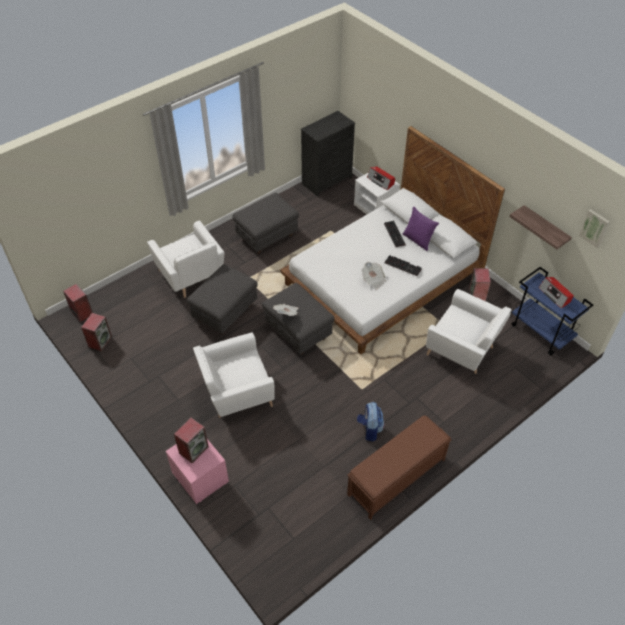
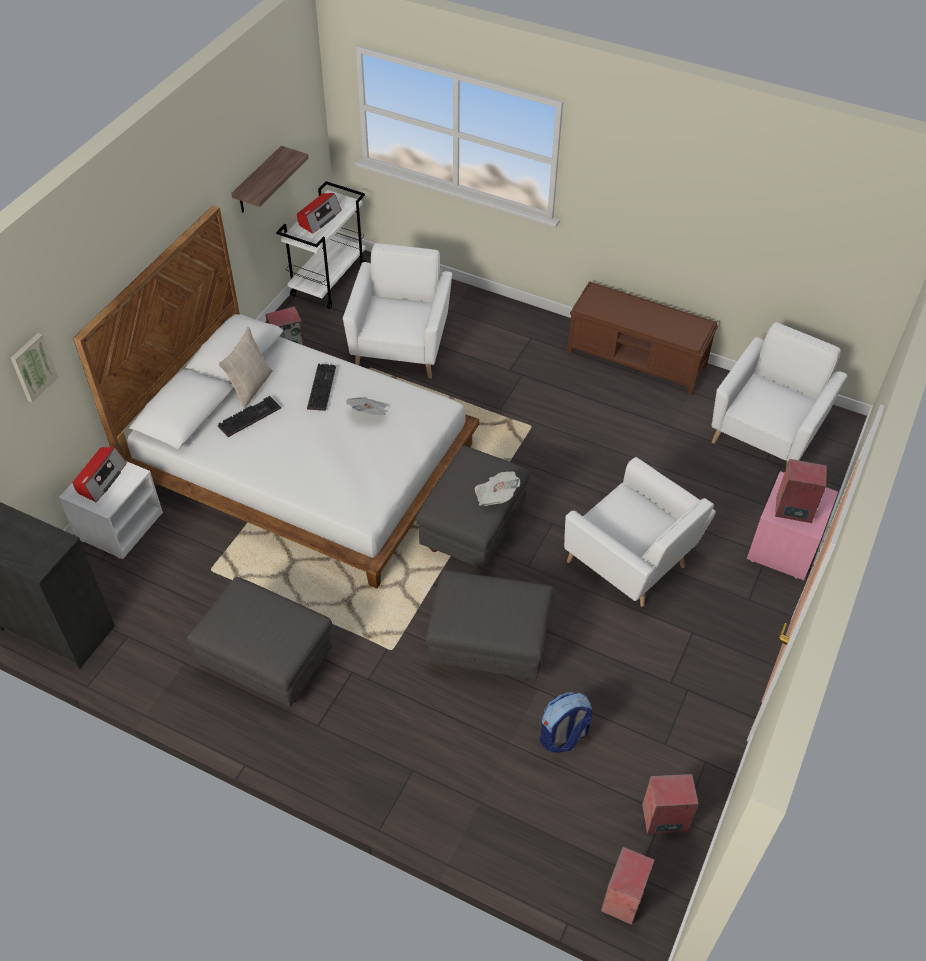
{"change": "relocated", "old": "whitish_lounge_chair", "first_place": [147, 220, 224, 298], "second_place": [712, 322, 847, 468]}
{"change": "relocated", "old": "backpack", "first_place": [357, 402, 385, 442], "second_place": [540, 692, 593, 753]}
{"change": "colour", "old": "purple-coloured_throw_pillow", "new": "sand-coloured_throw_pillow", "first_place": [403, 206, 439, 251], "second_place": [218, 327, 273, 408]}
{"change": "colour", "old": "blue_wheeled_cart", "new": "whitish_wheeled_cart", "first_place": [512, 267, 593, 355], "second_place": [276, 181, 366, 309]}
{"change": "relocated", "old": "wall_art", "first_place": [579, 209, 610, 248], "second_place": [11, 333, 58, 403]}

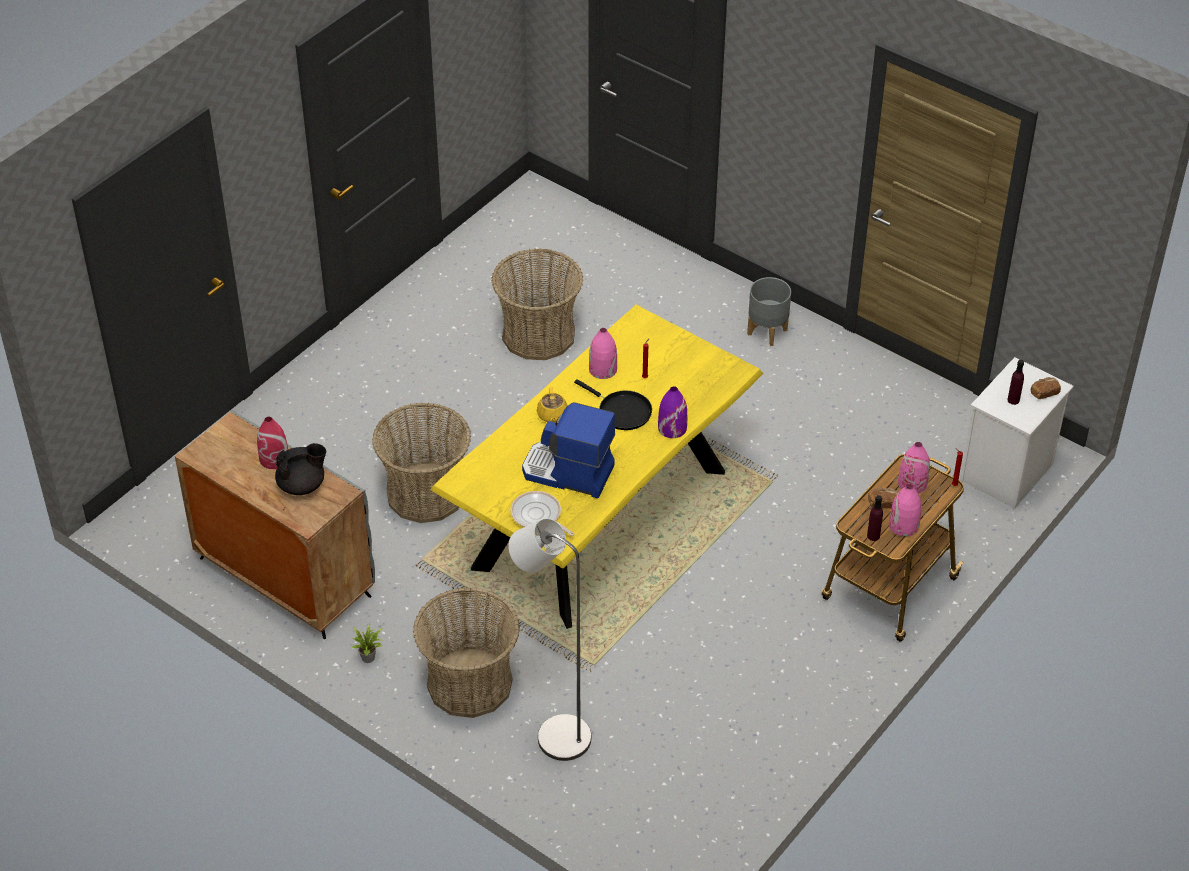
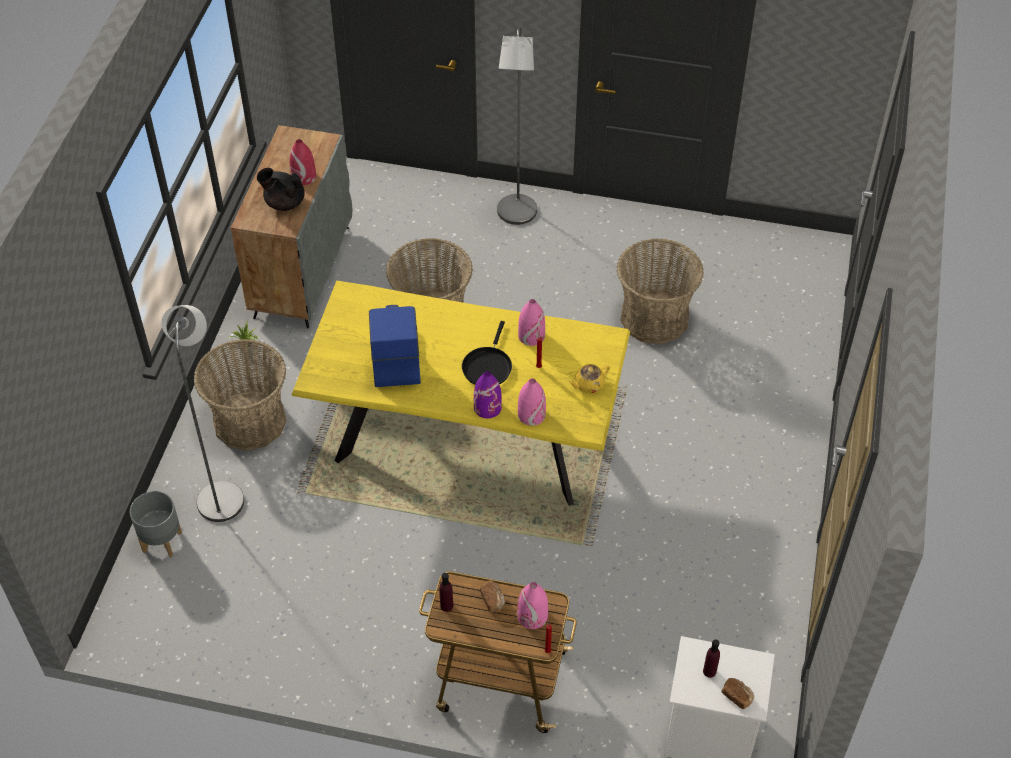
{"change": "spun", "old": "black-coloured_tea_pot", "first_place": [275, 443, 326, 495], "second_place": [257, 168, 305, 211], "degrees": 150}
{"change": "missing", "old": "skillet", "first_place": [510, 491, 574, 536]}
{"change": "relocated", "old": "yellow-coloured_tea_pot", "first_place": [537, 387, 568, 423], "second_place": [568, 364, 610, 393]}
{"change": "relocated", "old": "greyish_planter", "first_place": [747, 277, 791, 346], "second_place": [130, 491, 182, 558]}
{"change": "relocated", "old": "pinkish_decorative_vase", "first_place": [889, 484, 921, 536], "second_place": [518, 378, 546, 426]}
{"change": "appeared", "new": "greyish_floor_lamp", "second_place": [497, 27, 537, 225]}

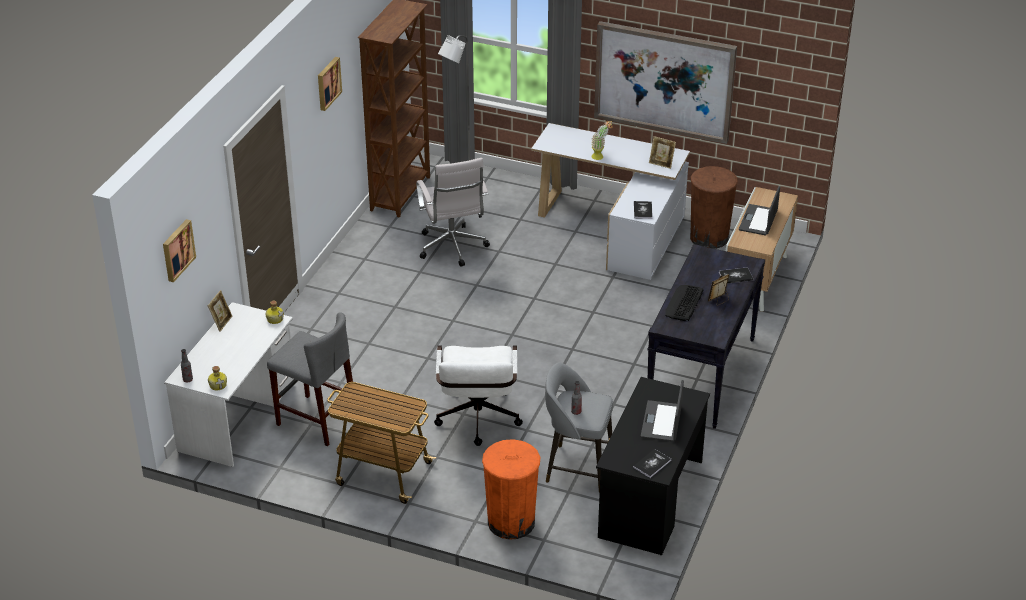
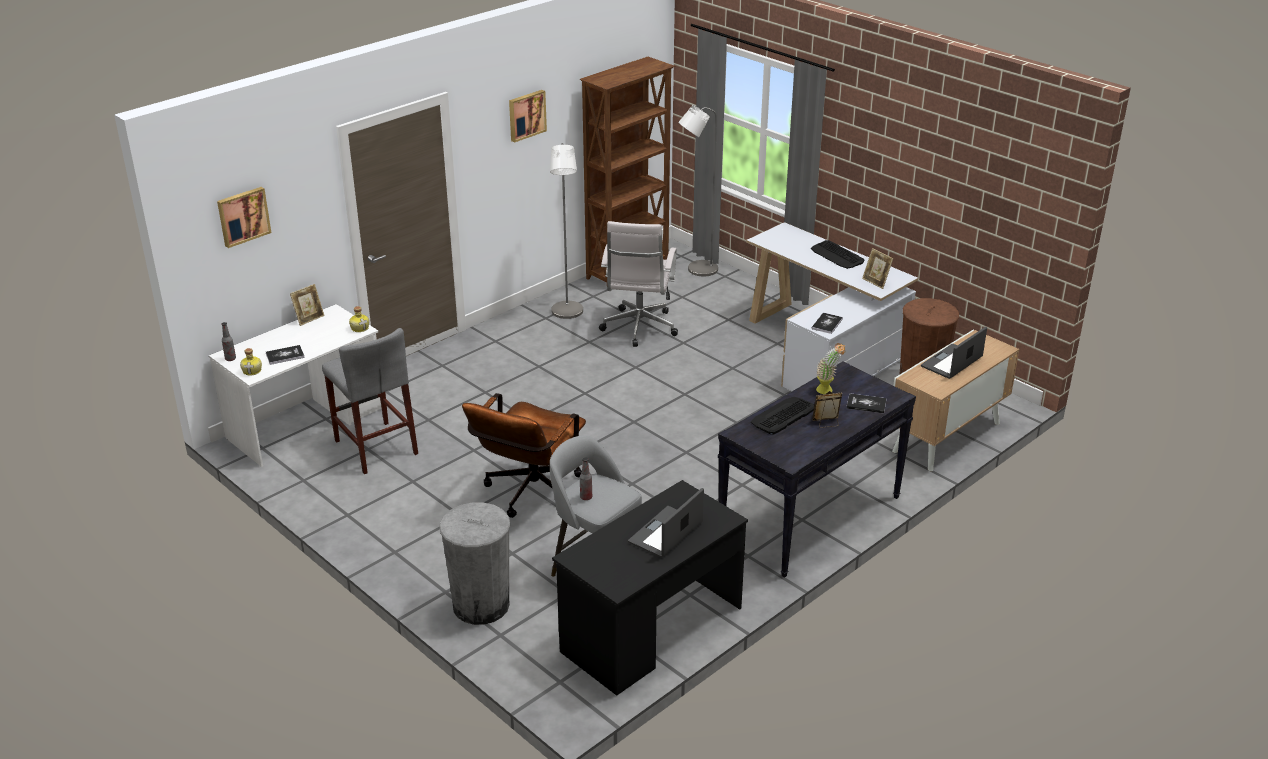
{"change": "missing", "old": "wheeled_cart", "first_place": [327, 382, 436, 504]}
{"change": "colour", "old": "whitish_office_chair", "new": "brownish_office_chair", "first_place": [434, 346, 523, 446], "second_place": [462, 393, 586, 518]}
{"change": "colour", "old": "orange_waste_bin", "new": "greyish_waste_bin", "first_place": [482, 439, 540, 540], "second_place": [439, 502, 510, 625]}
{"change": "relocated", "old": "plant_in_a_pot", "first_place": [591, 121, 613, 160], "second_place": [816, 343, 846, 394]}
{"change": "missing", "old": "wall_art", "first_place": [594, 21, 737, 144]}
{"change": "relocated", "old": "volume", "first_place": [633, 449, 671, 478], "second_place": [266, 345, 305, 365]}
{"change": "appeared", "new": "greyish_floor_lamp", "second_place": [550, 143, 583, 319]}
{"change": "appeared", "new": "PC_keyboard", "second_place": [811, 240, 864, 269]}

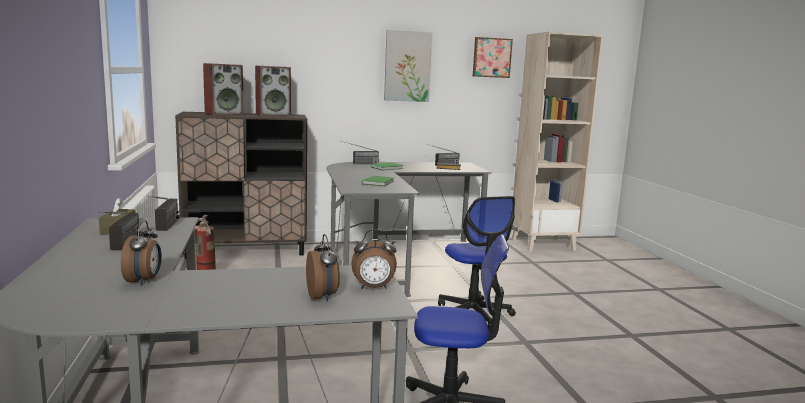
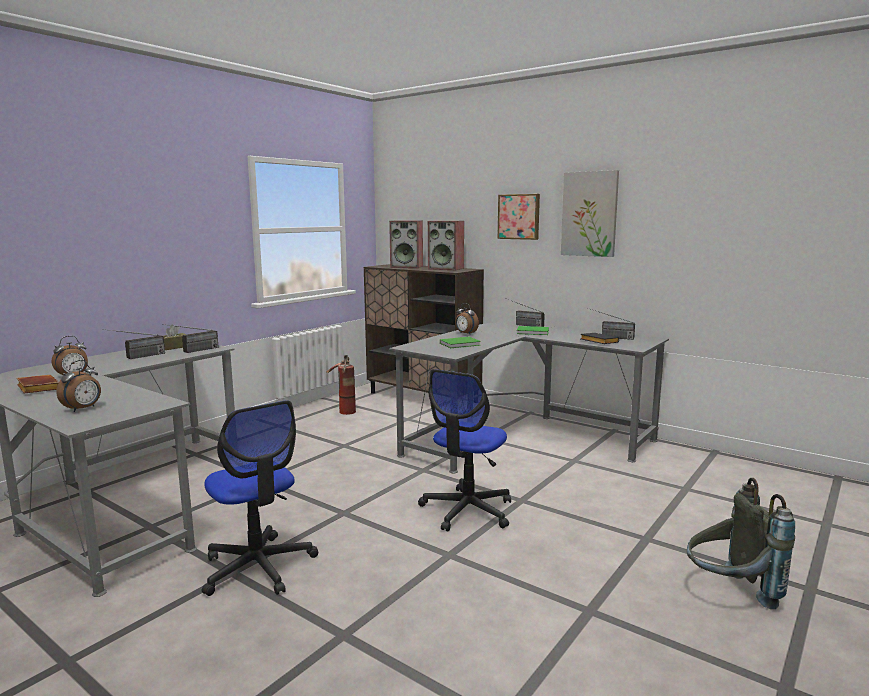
{"change": "relocated", "old": "table_clock", "first_place": [351, 229, 397, 289], "second_place": [456, 303, 479, 334]}
{"change": "relocated", "old": "wall_art", "first_place": [473, 37, 513, 78], "second_place": [497, 194, 540, 240]}
{"change": "missing", "old": "sand-coloured_shelving_unit", "first_place": [512, 31, 603, 252]}
{"change": "appeared", "new": "brownish_volume", "second_place": [17, 375, 59, 394]}
{"change": "appeared", "new": "greyish_backpack", "second_place": [687, 478, 795, 609]}

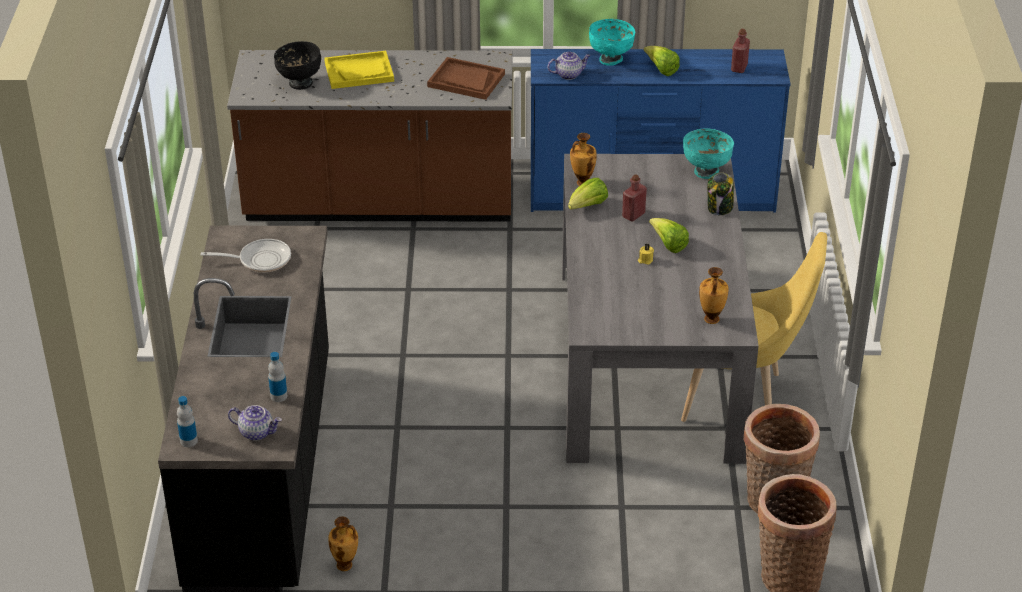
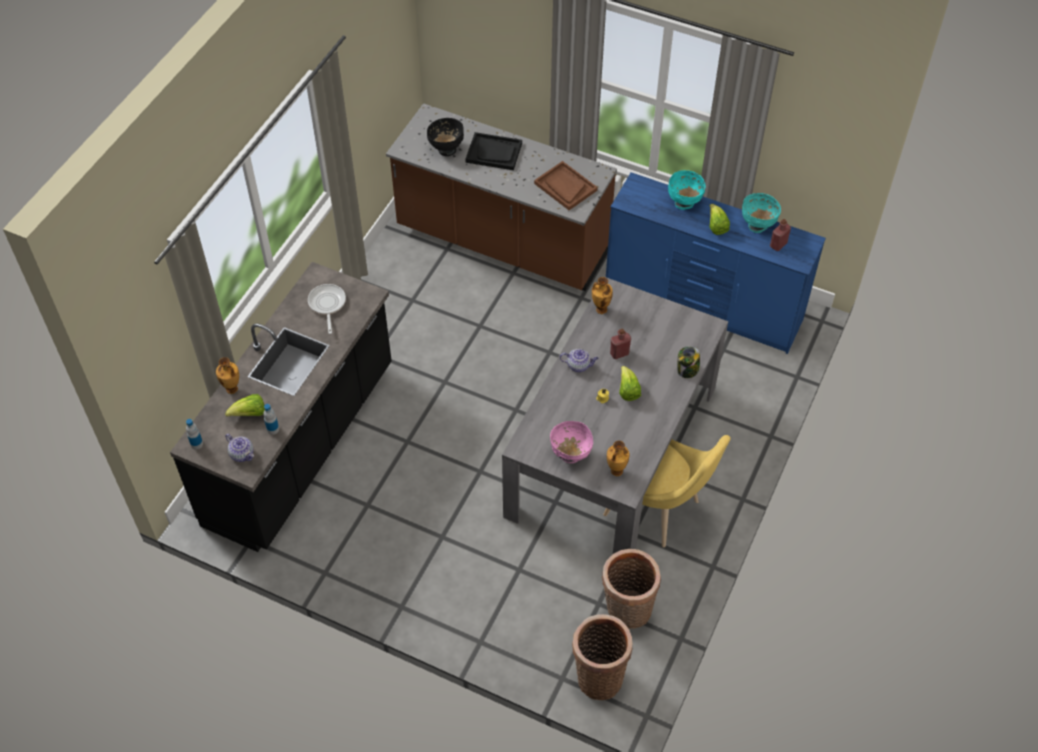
{"change": "spun", "old": "skillet", "first_place": [201, 239, 291, 273], "second_place": [308, 284, 346, 334], "degrees": -120}
{"change": "colour", "old": "yellow-coloured_carrying_tray", "new": "black-coloured_carrying_tray", "first_place": [324, 51, 394, 89], "second_place": [465, 132, 522, 170]}
{"change": "relocated", "old": "decorative_vase", "first_place": [328, 516, 358, 571], "second_place": [216, 357, 239, 394]}
{"change": "relocated", "old": "tea_pot", "first_place": [547, 52, 591, 80], "second_place": [560, 349, 599, 372]}
{"change": "relocated", "old": "head_of_lettuce", "first_place": [568, 178, 608, 210], "second_place": [225, 394, 265, 416]}
{"change": "relocated", "old": "turquoise-coloured_serving_bowl", "first_place": [683, 129, 734, 179], "second_place": [742, 193, 781, 233]}
{"change": "appeared", "new": "pinkish_serving_bowl", "second_place": [550, 421, 593, 463]}

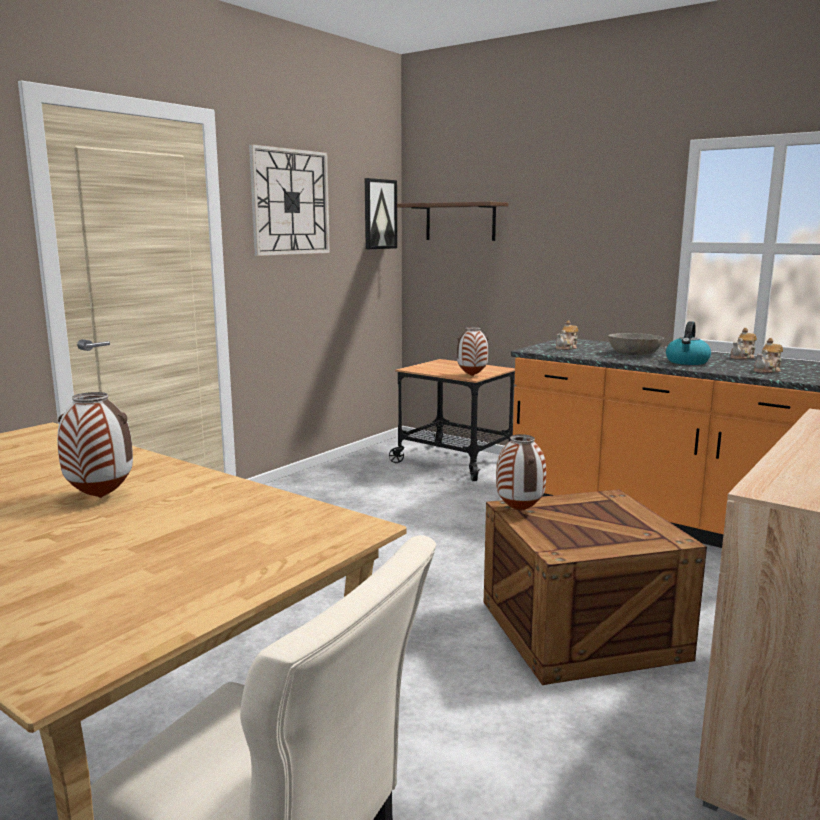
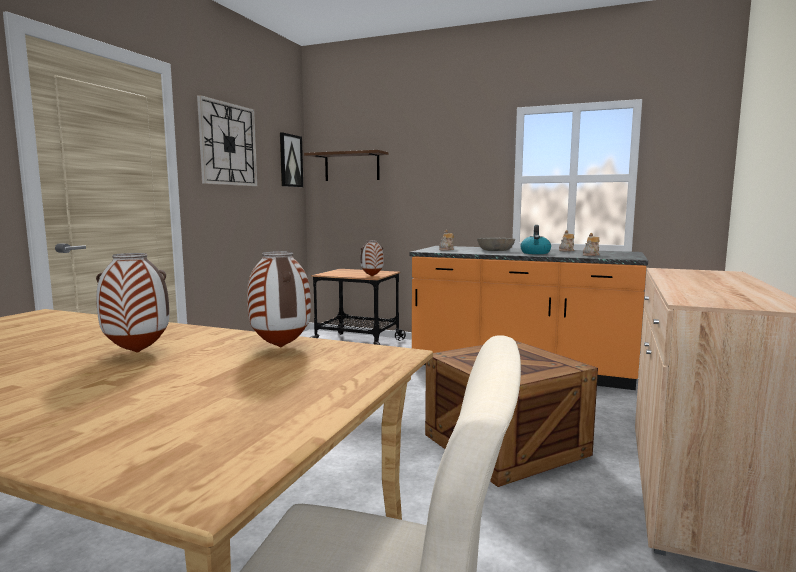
{"change": "relocated", "old": "decorative_vase", "first_place": [496, 434, 546, 511], "second_place": [247, 251, 311, 347]}

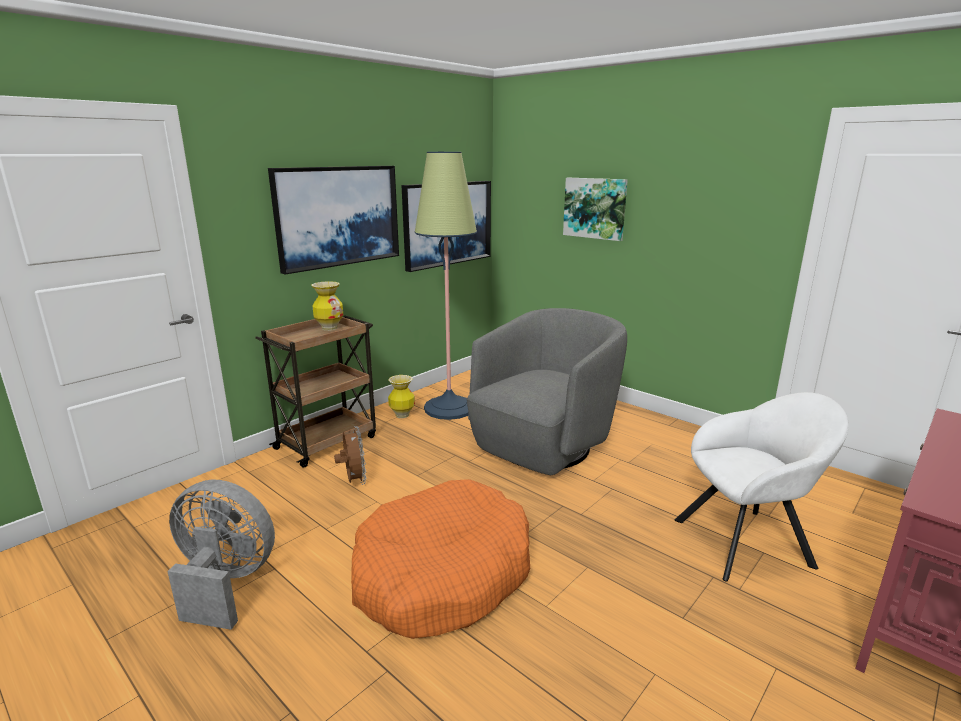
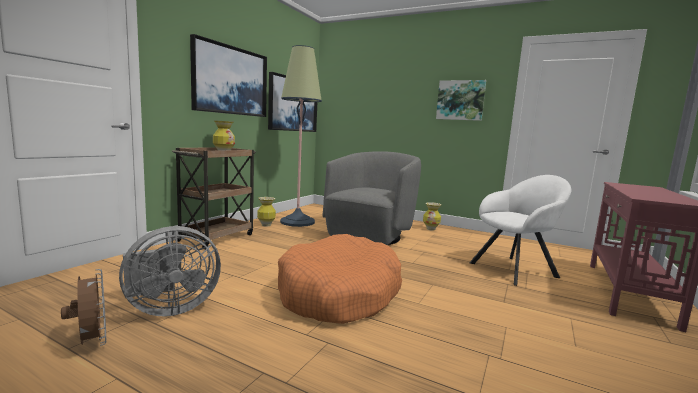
{"change": "spun", "old": "greyish_fan", "first_place": [167, 480, 275, 630], "second_place": [119, 226, 221, 316], "degrees": 150}
{"change": "relocated", "old": "brownish_fan", "first_place": [334, 426, 366, 485], "second_place": [61, 269, 107, 346]}
{"change": "relocated", "old": "wall_art", "first_place": [563, 178, 628, 241], "second_place": [436, 80, 486, 121]}
{"change": "appeared", "new": "decorative_vase", "second_place": [423, 202, 441, 231]}

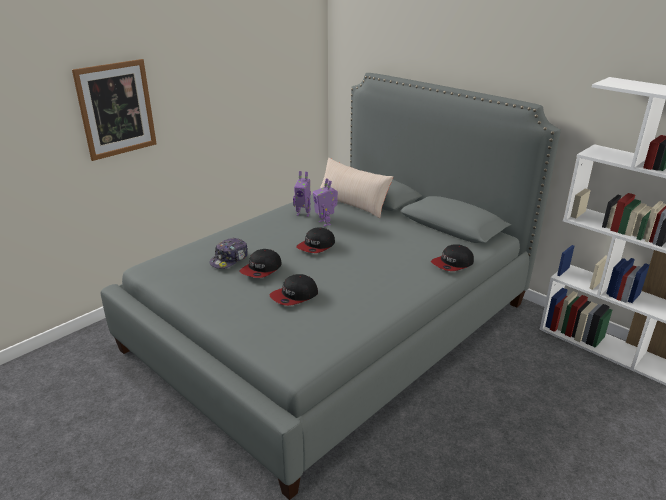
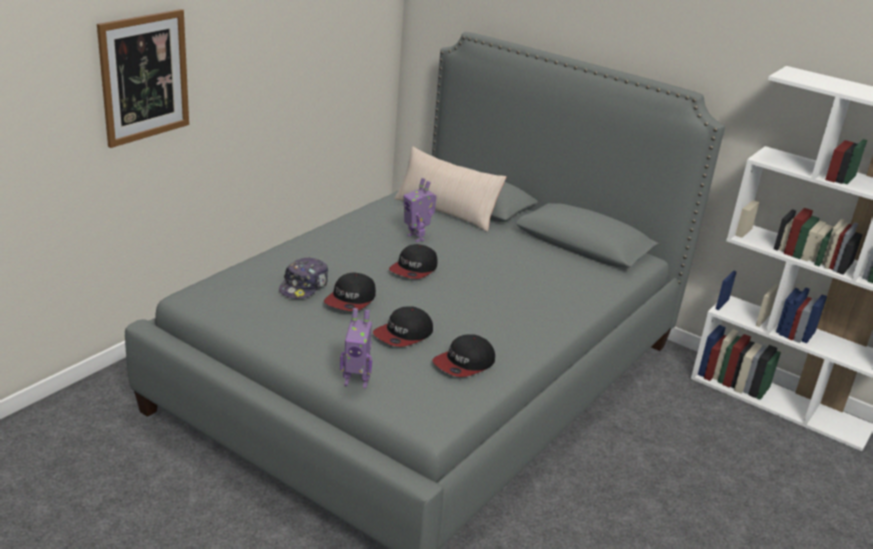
{"change": "relocated", "old": "model_robot", "first_place": [293, 171, 311, 217], "second_place": [340, 308, 372, 388]}
{"change": "relocated", "old": "peaked_cap", "first_place": [431, 244, 474, 271], "second_place": [432, 334, 495, 377]}

